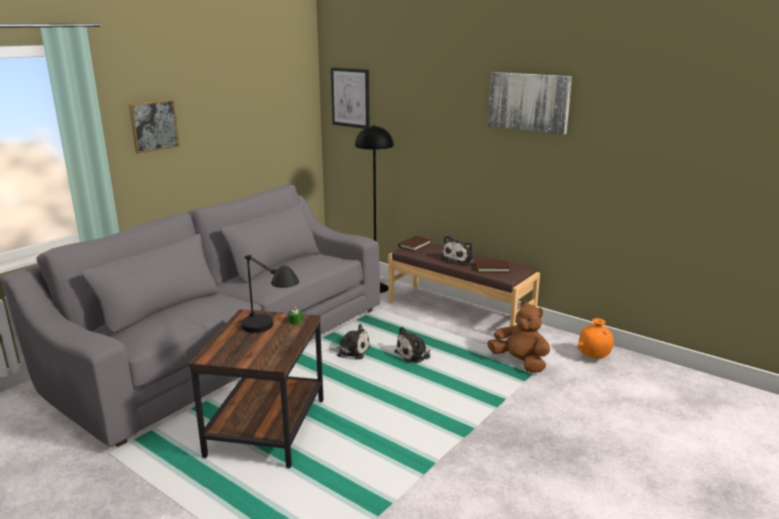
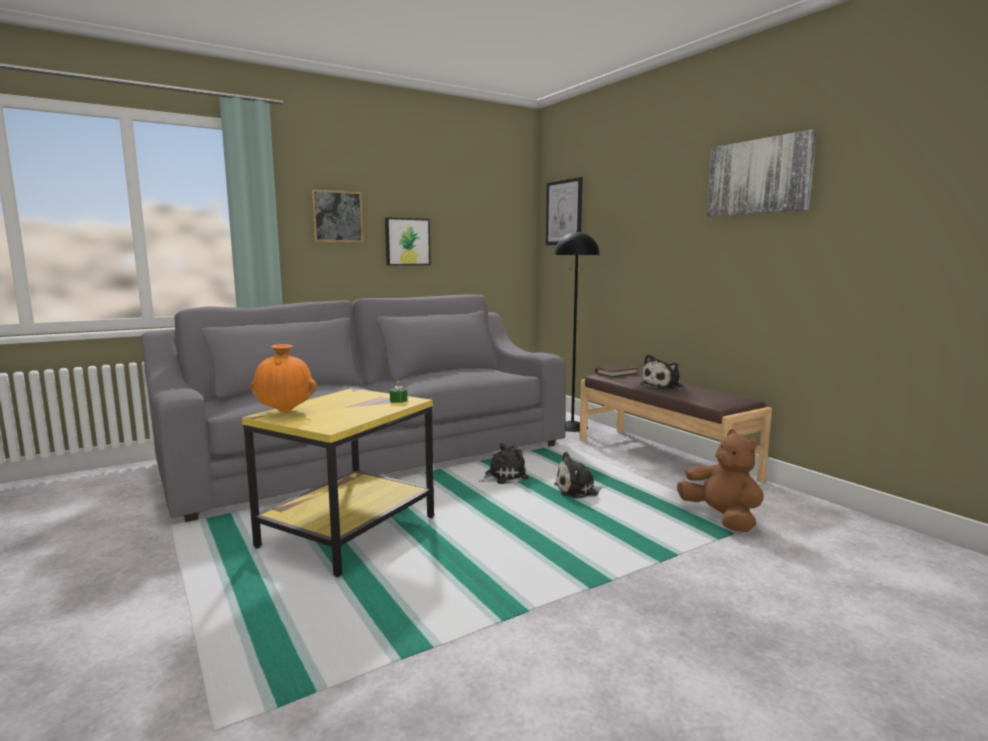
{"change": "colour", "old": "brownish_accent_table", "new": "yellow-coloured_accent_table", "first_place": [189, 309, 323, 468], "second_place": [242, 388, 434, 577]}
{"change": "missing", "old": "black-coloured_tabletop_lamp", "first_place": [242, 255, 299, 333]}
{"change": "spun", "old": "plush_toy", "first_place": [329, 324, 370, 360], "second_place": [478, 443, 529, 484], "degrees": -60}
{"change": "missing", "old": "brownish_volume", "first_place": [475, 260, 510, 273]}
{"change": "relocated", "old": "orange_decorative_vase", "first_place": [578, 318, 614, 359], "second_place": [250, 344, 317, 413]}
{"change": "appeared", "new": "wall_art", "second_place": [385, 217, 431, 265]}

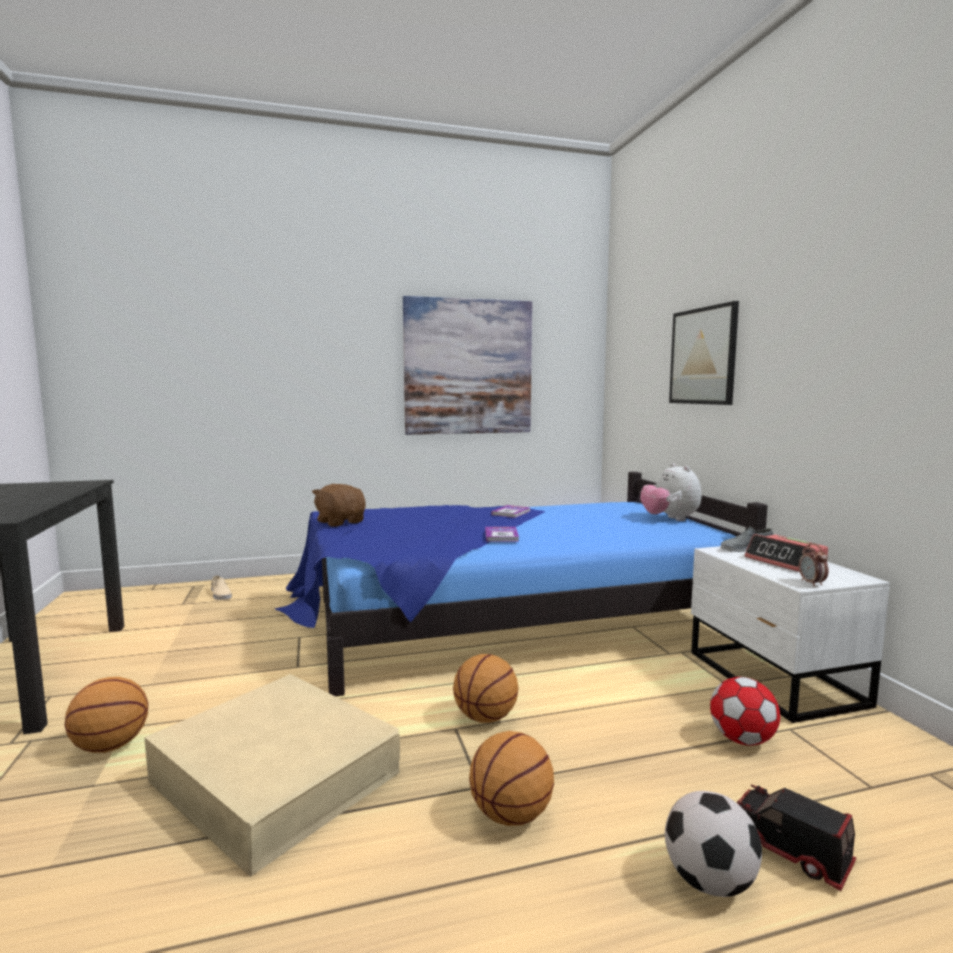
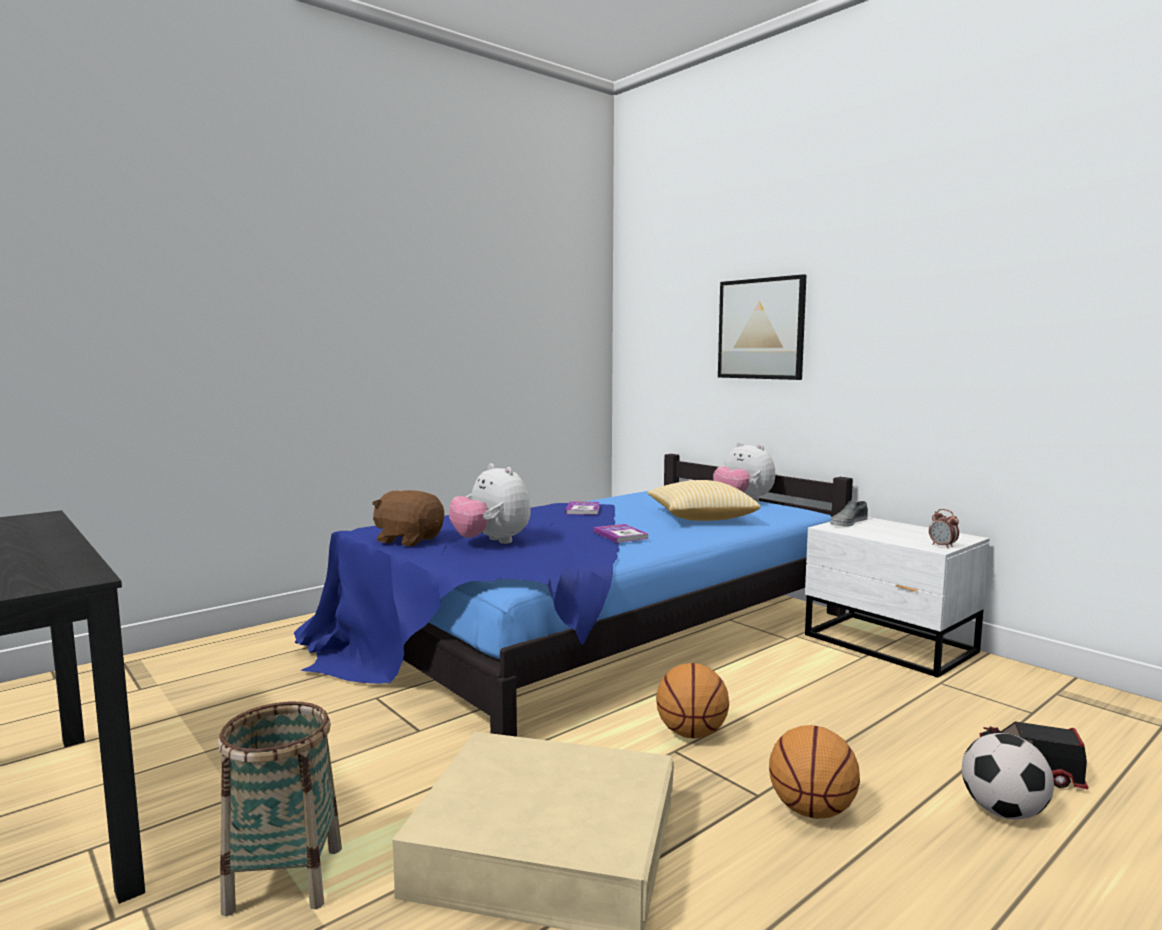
{"change": "exchanged", "old": "basketball_ball", "new": "basket", "first_place": [65, 677, 148, 753], "second_place": [218, 702, 342, 916]}
{"change": "missing", "old": "sand-coloured_low_shoe", "first_place": [211, 575, 232, 600]}
{"change": "missing", "old": "wall_art", "first_place": [403, 296, 532, 435]}
{"change": "missing", "old": "ball_for_football", "first_place": [710, 677, 780, 745]}
{"change": "missing", "old": "table_clock", "first_place": [745, 534, 828, 572]}
{"change": "appeared", "new": "plush_toy", "second_place": [449, 463, 530, 544]}
{"change": "appeared", "new": "throw_pillow", "second_place": [647, 480, 760, 521]}

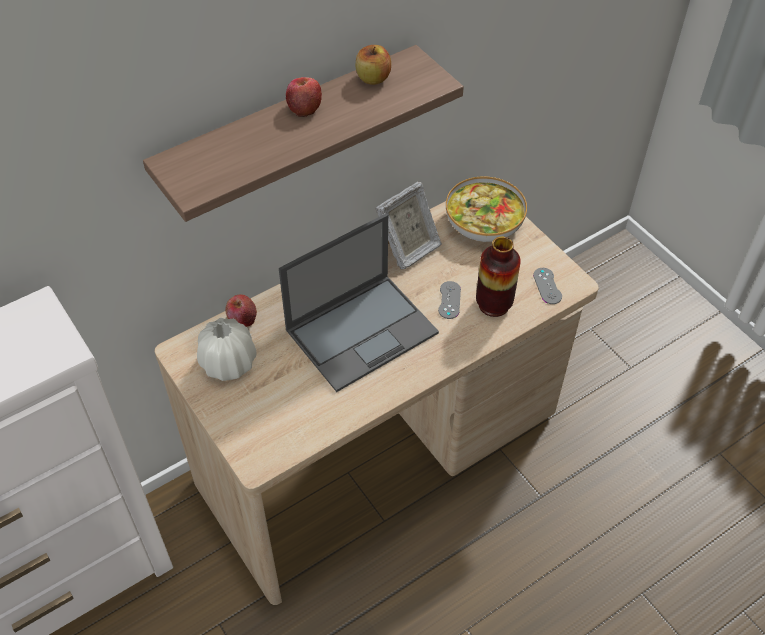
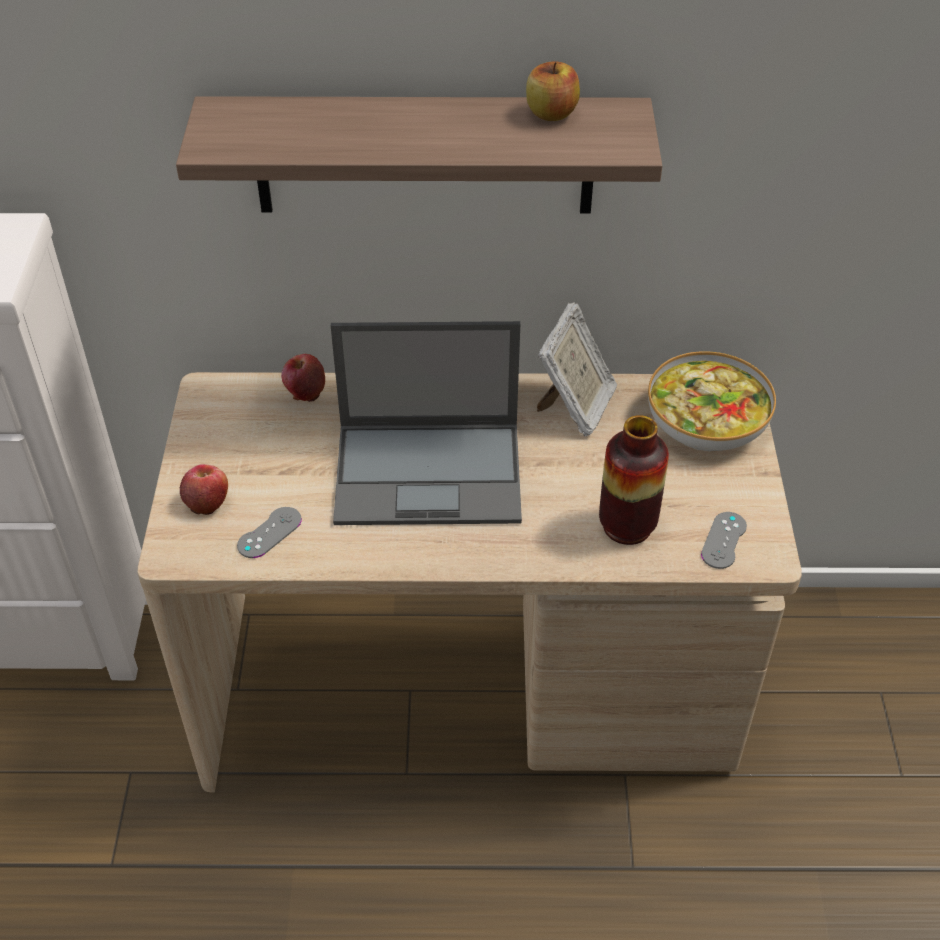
{"change": "missing", "old": "whitish_decorative_vase", "first_place": [197, 318, 257, 381]}
{"change": "relocated", "old": "apple", "first_place": [286, 77, 322, 117], "second_place": [180, 464, 228, 515]}
{"change": "spun", "old": "picture_frame", "first_place": [376, 181, 442, 269], "second_place": [537, 302, 617, 437], "degrees": -60}
{"change": "relocated", "old": "greyish_game_controller", "first_place": [438, 281, 461, 319], "second_place": [237, 507, 302, 558]}

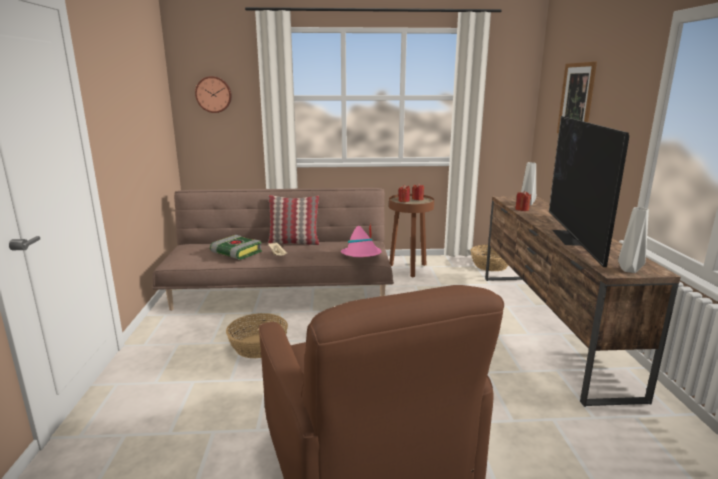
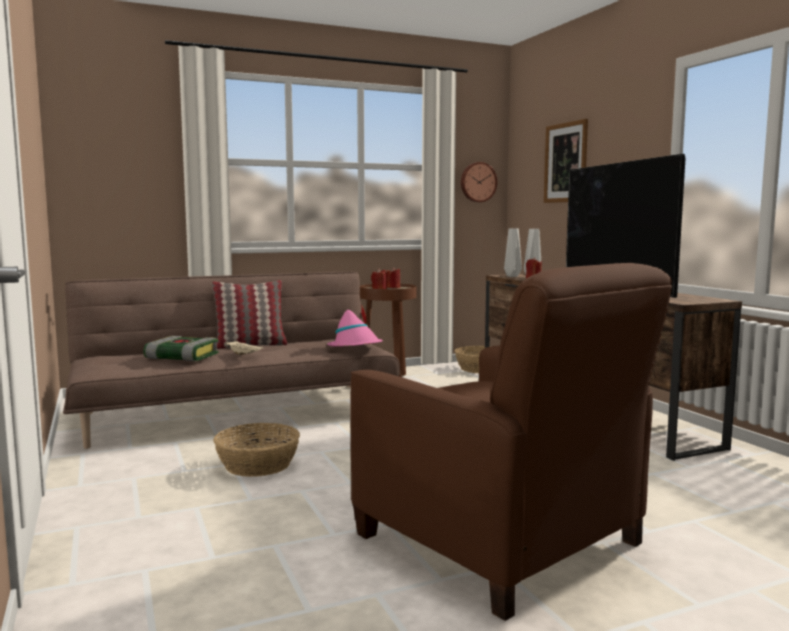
{"change": "relocated", "old": "clock_on_the_wall", "first_place": [195, 76, 232, 113], "second_place": [461, 162, 497, 202]}
{"change": "relocated", "old": "greyish_decorative_vase", "first_place": [618, 207, 649, 273], "second_place": [504, 228, 522, 277]}

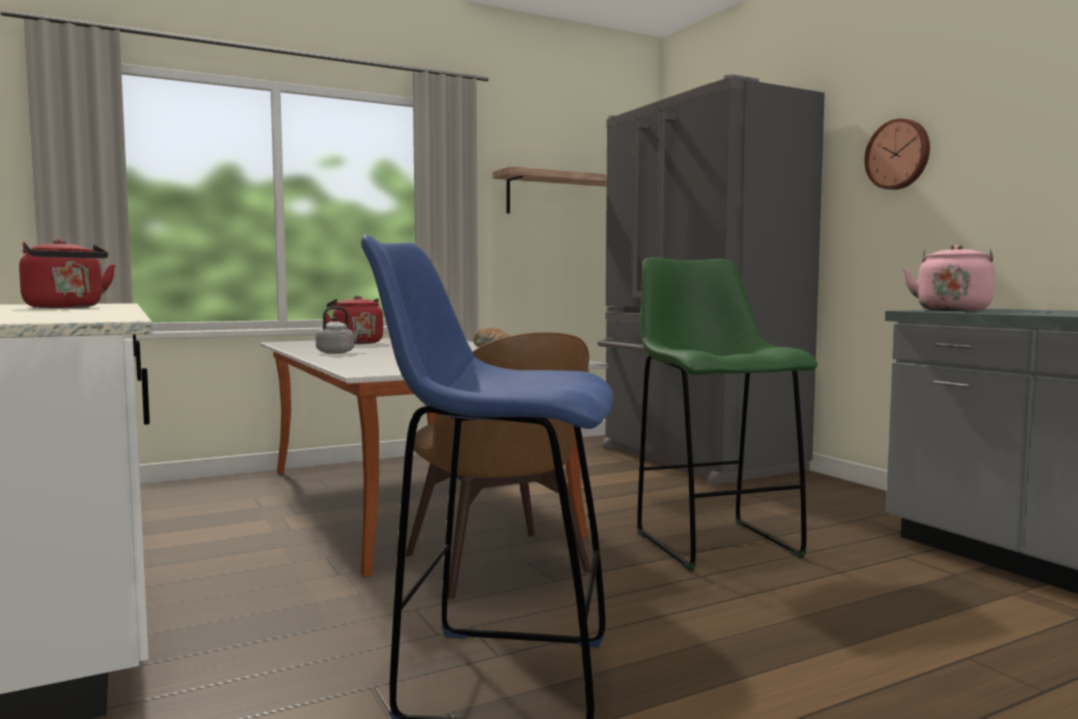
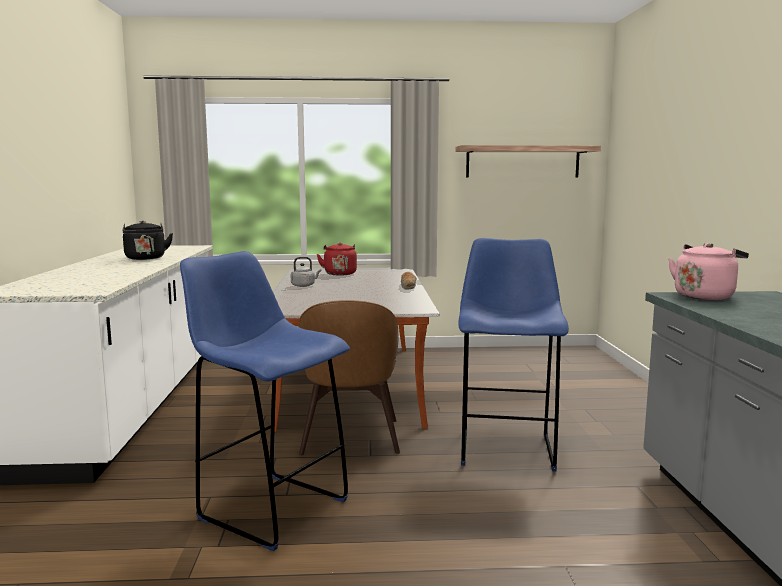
{"change": "colour", "old": "red-coloured_water_kettle", "new": "black-coloured_water_kettle", "first_place": [19, 239, 115, 308], "second_place": [123, 221, 173, 260]}
{"change": "missing", "old": "greyish_kitchen_fridge", "first_place": [598, 74, 825, 485]}
{"change": "colour", "old": "green_stool_seat", "new": "blue_stool_seat", "first_place": [637, 257, 818, 571], "second_place": [458, 238, 569, 471]}
{"change": "missing", "old": "clock_on_the_wall", "first_place": [864, 118, 930, 190]}

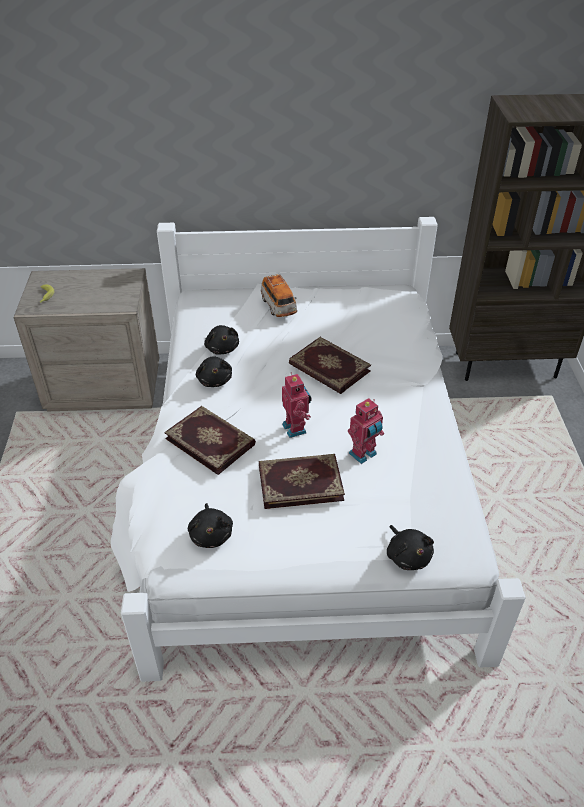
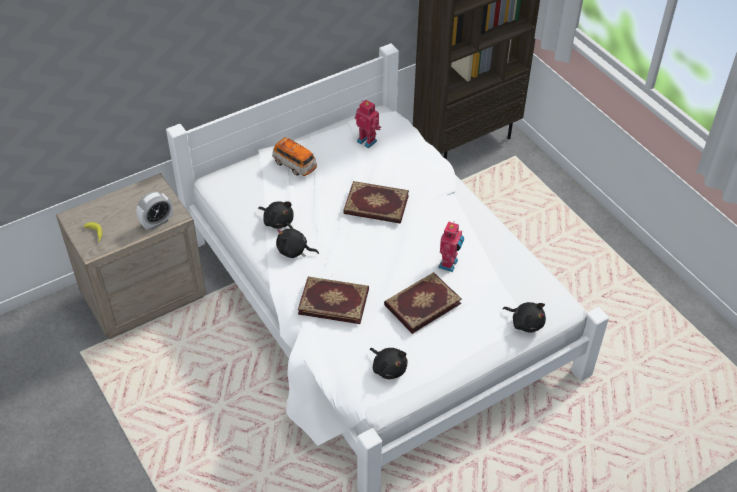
{"change": "spun", "old": "black-coloured_plush_toy", "first_place": [196, 356, 232, 387], "second_place": [276, 223, 319, 258], "degrees": 150}
{"change": "relocated", "old": "model_robot", "first_place": [282, 373, 311, 438], "second_place": [355, 100, 381, 148]}
{"change": "appeared", "new": "table_clock", "second_place": [136, 191, 173, 230]}

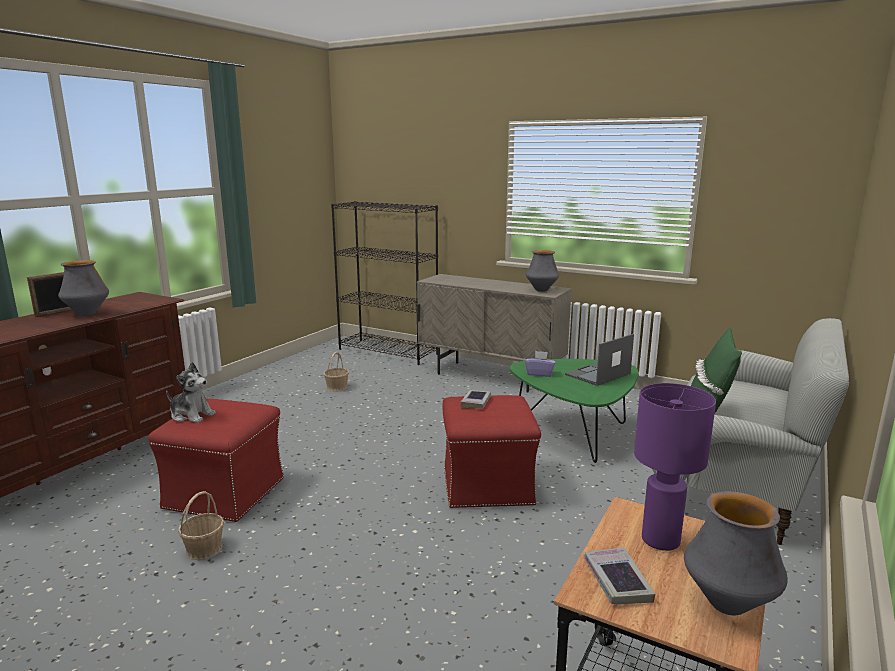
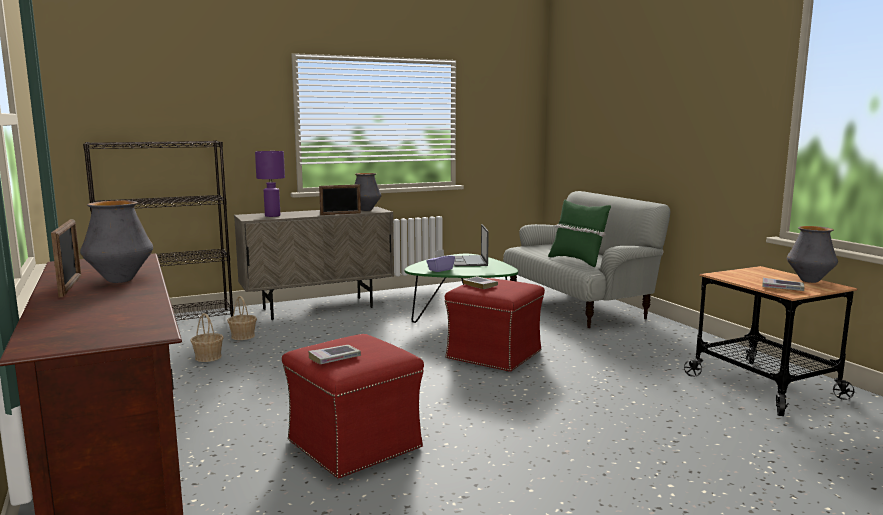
{"change": "exchanged", "old": "plush_toy", "new": "volume", "first_place": [166, 362, 216, 423], "second_place": [308, 345, 361, 364]}
{"change": "relocated", "old": "basket", "first_place": [178, 491, 224, 560], "second_place": [227, 296, 257, 340]}
{"change": "relocated", "old": "purple-coloured_tabletop_lamp", "first_place": [634, 383, 716, 551], "second_place": [255, 151, 285, 217]}
{"change": "appeared", "new": "picture_frame", "second_place": [319, 184, 361, 215]}

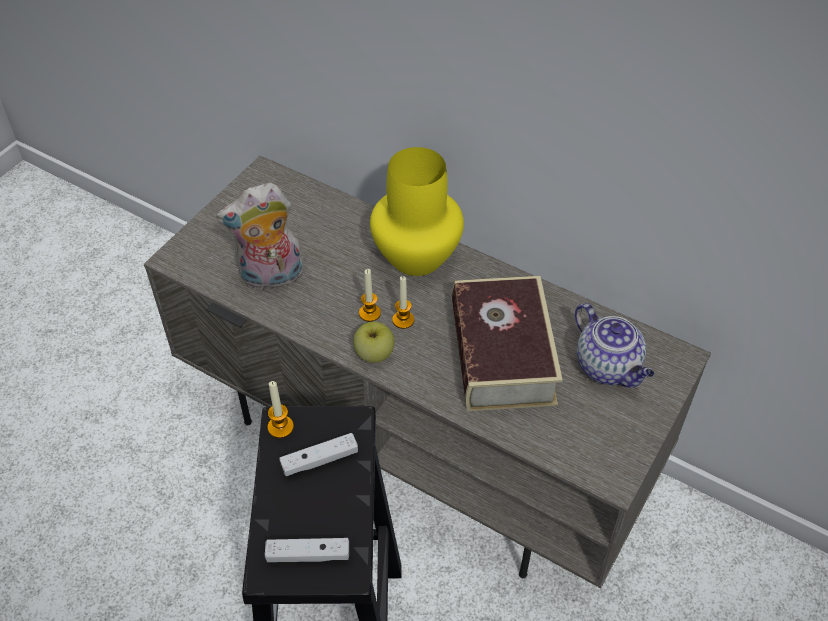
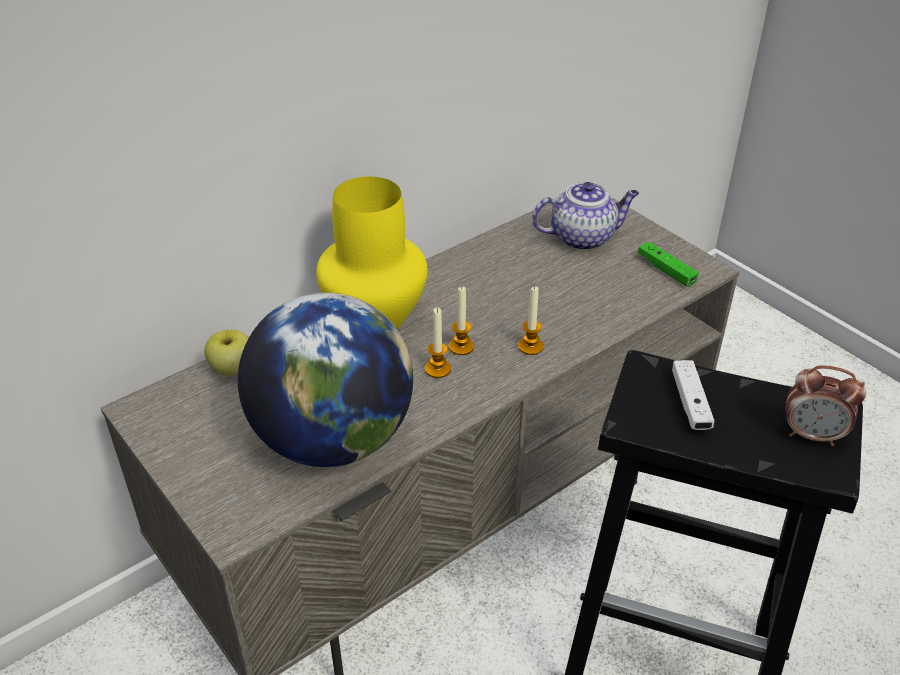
{"change": "exchanged", "old": "plush_toy", "new": "world_globe", "first_place": [216, 183, 304, 290], "second_place": [238, 293, 413, 467]}
{"change": "exchanged", "old": "whitish_game_controller", "new": "table_clock", "first_place": [265, 538, 349, 562], "second_place": [786, 365, 866, 446]}
{"change": "relocated", "old": "candle", "first_place": [267, 381, 294, 438], "second_place": [518, 286, 544, 355]}
{"change": "relocated", "old": "apple", "first_place": [353, 321, 394, 363], "second_place": [204, 330, 249, 376]}
{"change": "missing", "old": "volume", "first_place": [452, 276, 563, 411]}
{"change": "appeared", "new": "green_game_controller", "second_place": [638, 242, 699, 287]}

